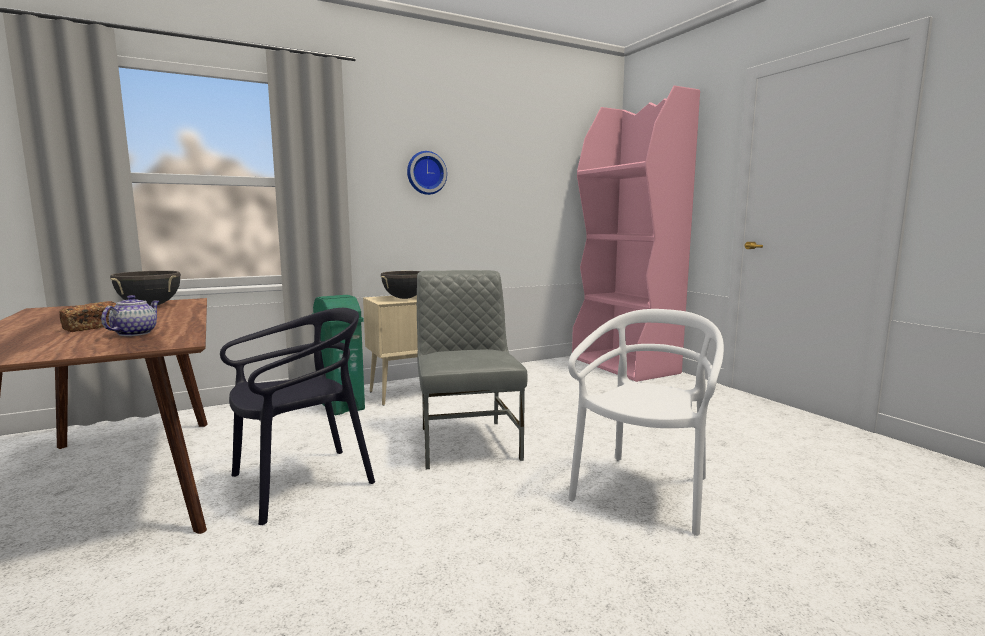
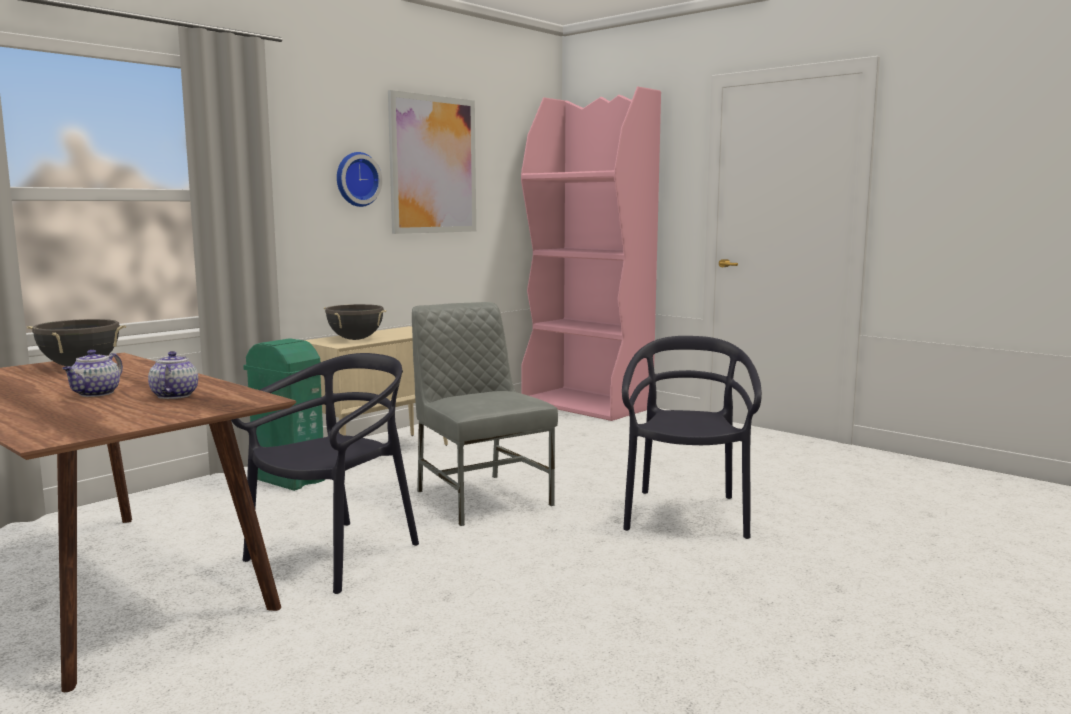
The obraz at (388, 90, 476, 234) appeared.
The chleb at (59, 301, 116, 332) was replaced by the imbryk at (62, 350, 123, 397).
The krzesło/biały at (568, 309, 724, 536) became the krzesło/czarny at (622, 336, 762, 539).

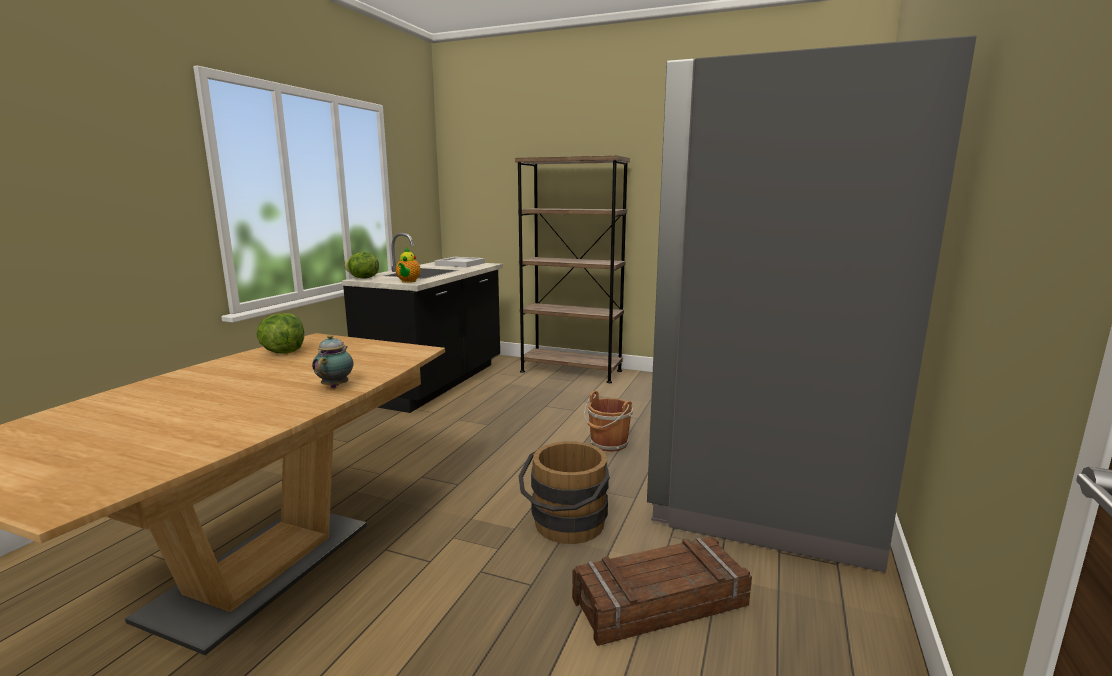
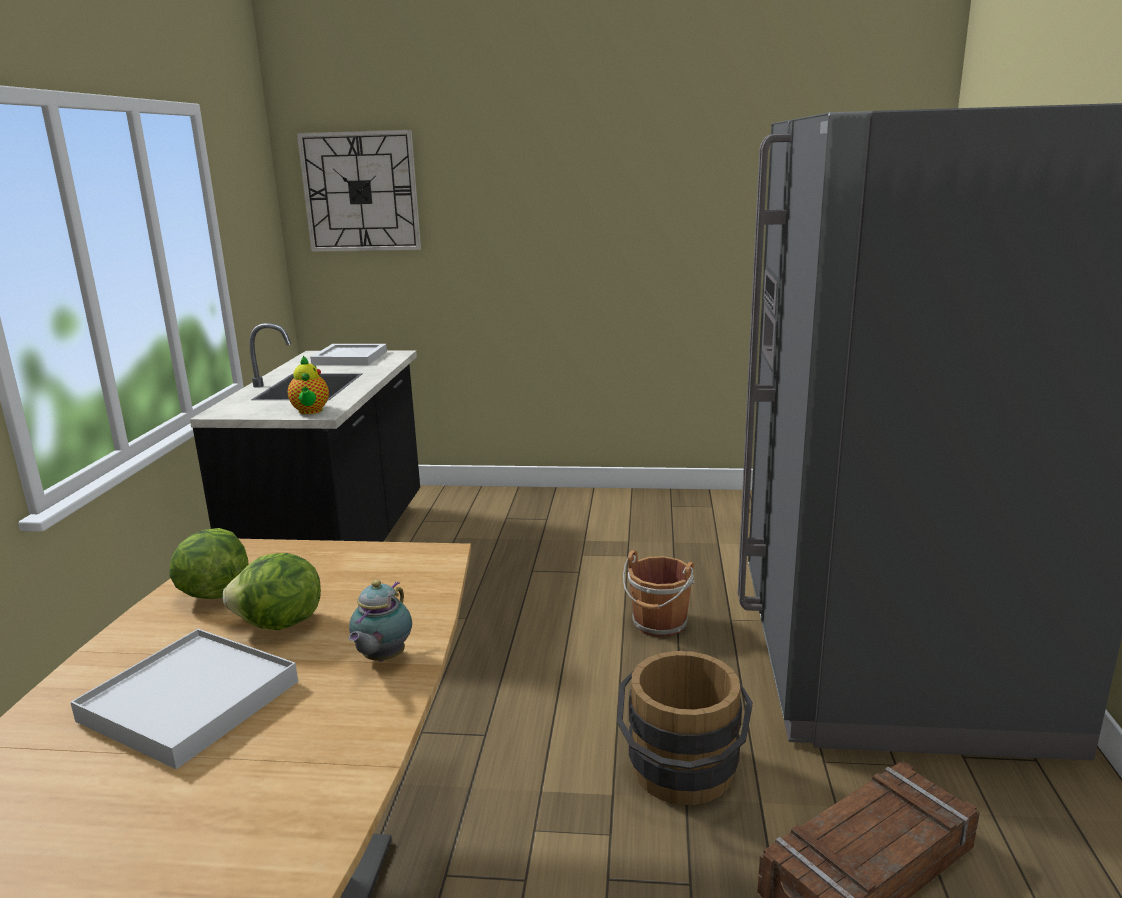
The regał/brązowy at (515, 156, 630, 383) disappeared.
The taca/biały at (70, 629, 298, 769) appeared.
The zegar ścienny at (297, 130, 421, 252) appeared.
The sałata moved from (344, 252, 379, 279) to (223, 553, 321, 630).
The imbryk at (312, 335, 354, 388) turned 150 degrees counterclockwise.

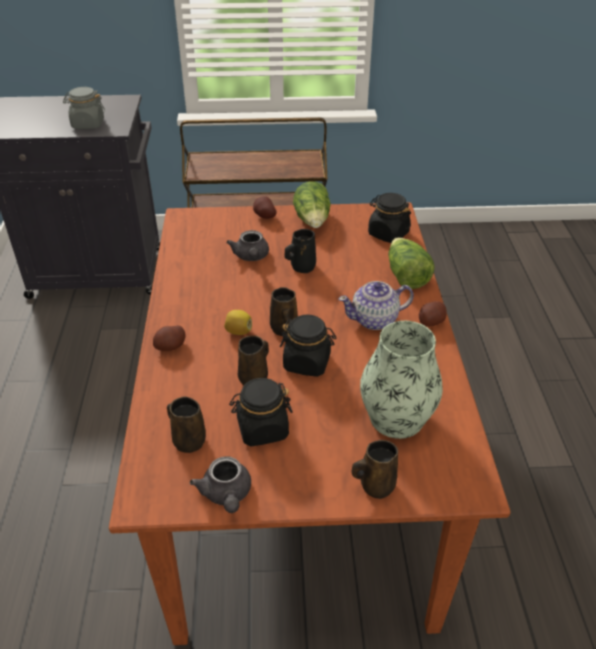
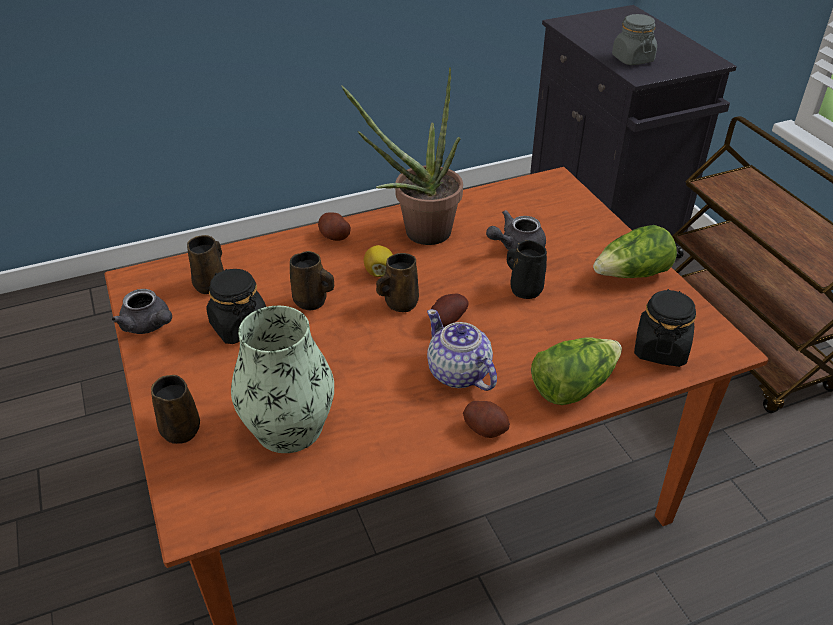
The słoik/czarny at (280, 315, 336, 377) disappeared.
The roślina doniczkowa at (341, 67, 463, 245) appeared.
The ziemniak moved from (253, 196, 277, 219) to (431, 294, 469, 327).
The imbryk/szary at (190, 456, 251, 513) turned 105 degrees counterclockwise.

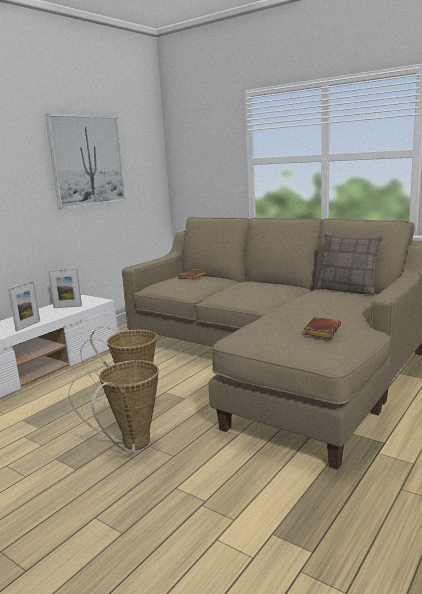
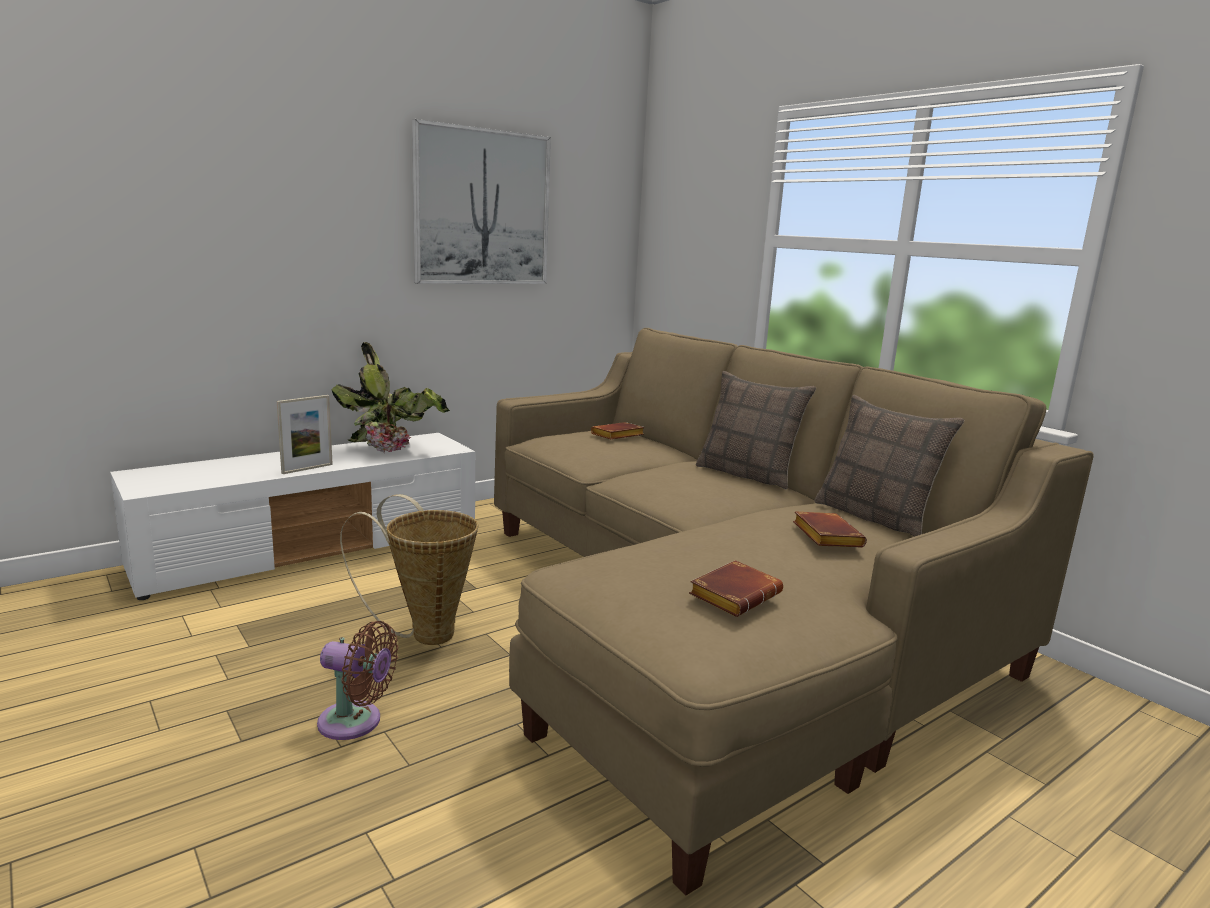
The poduszka at (696, 371, 816, 490) appeared.
The książka/brązowy at (793, 511, 867, 548) appeared.
The ramka na zdjęcie at (48, 268, 82, 308) was replaced by the roślina doniczkowa at (331, 342, 450, 453).
The koszyk at (68, 360, 159, 453) was replaced by the wentylator/brązowy at (317, 621, 398, 740).

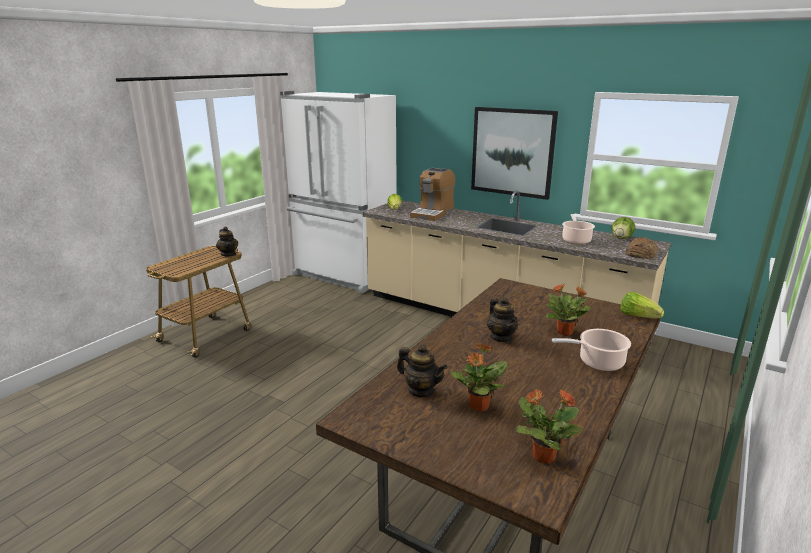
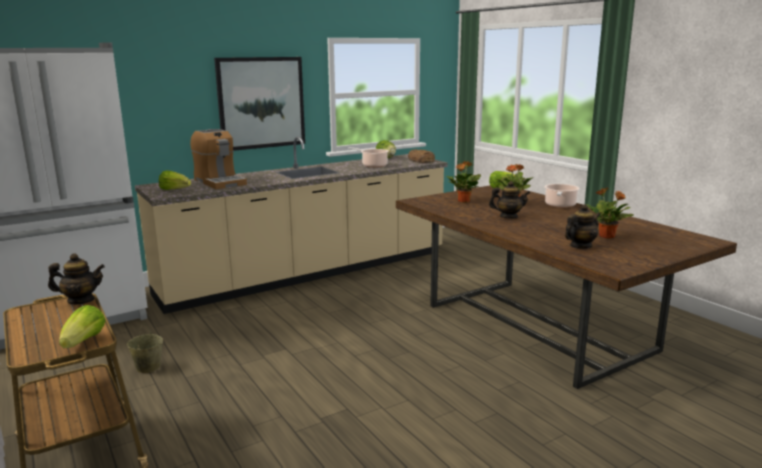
The sałata at (59, 305, 106, 348) appeared.
The wiadro/beżowy at (127, 324, 163, 373) appeared.
The roślina doniczkowa moved from (515, 389, 583, 464) to (447, 161, 481, 203).

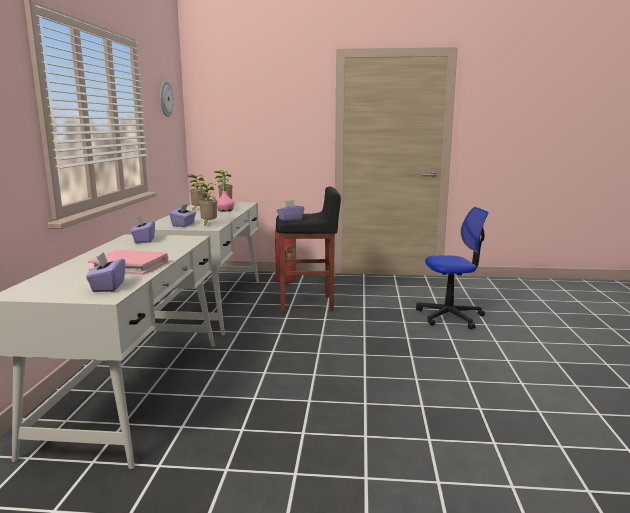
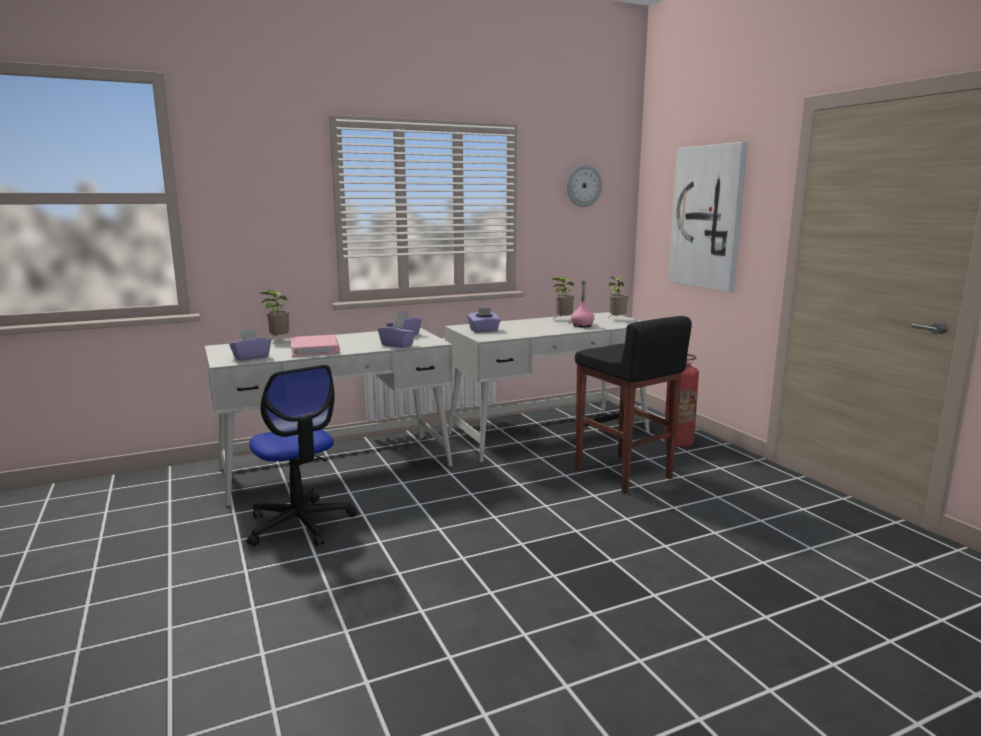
The obraz at (668, 142, 748, 292) appeared.
The roślina doniczkowa moved from (197, 183, 218, 226) to (260, 290, 289, 338).
The pudełko chusteczek/fioletowy moved from (277, 200, 304, 221) to (378, 319, 416, 348).
The krzesło biurowe moved from (416, 207, 489, 329) to (247, 365, 357, 546).

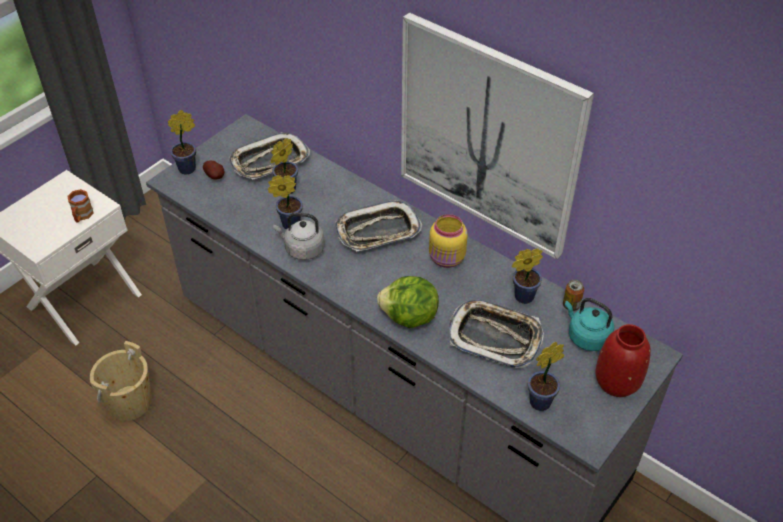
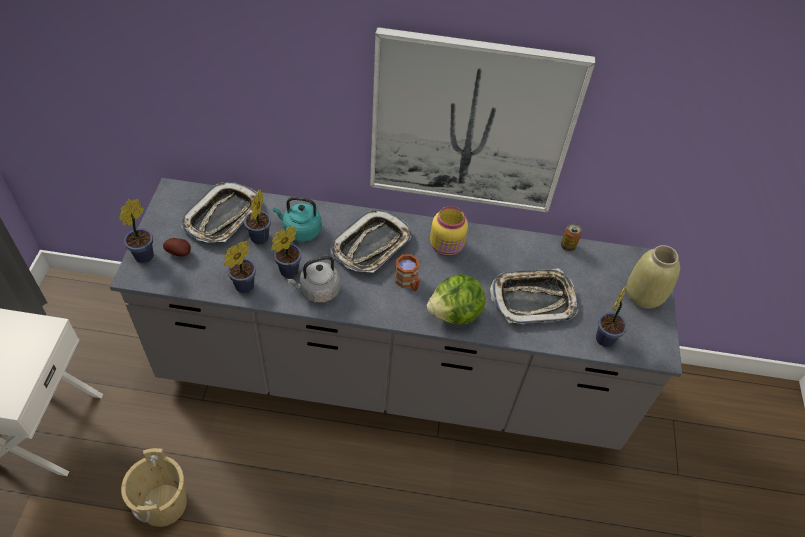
The kubek/brązowy moved from (67, 189, 94, 223) to (395, 254, 419, 291).
The roślina doniczkowa moved from (512, 248, 543, 304) to (224, 241, 256, 293).
The czajnik/turkusowy moved from (565, 298, 614, 351) to (273, 197, 321, 242).
The wazon/czerwony at (596, 324, 651, 397) became the wazon/beżowy at (627, 245, 680, 309).

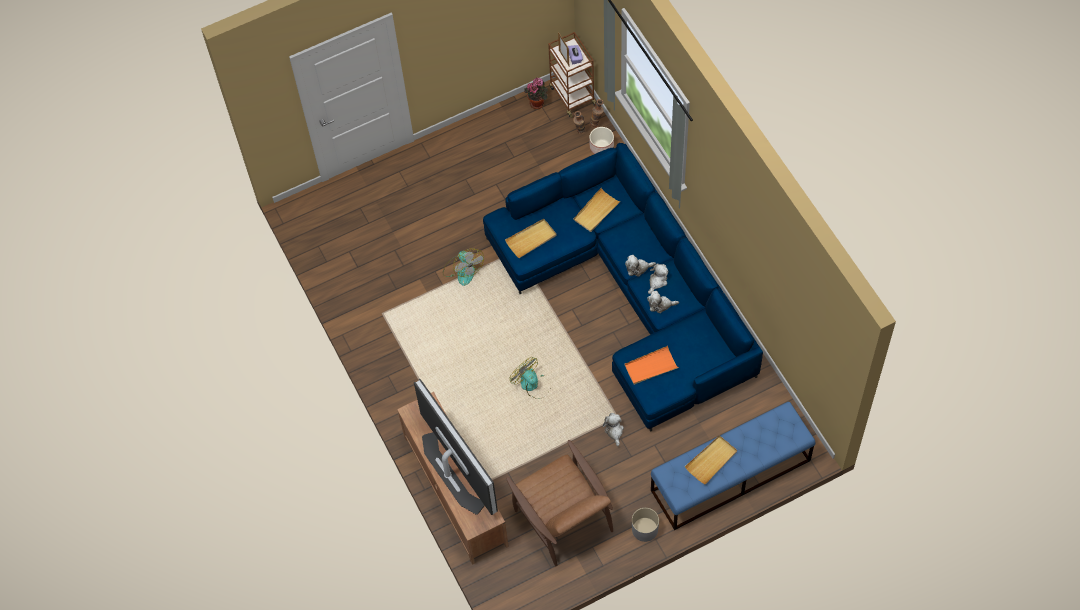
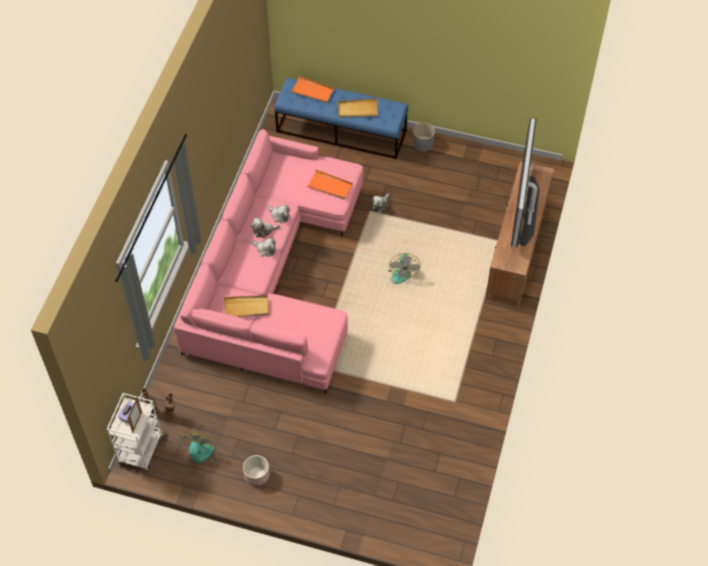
The taca/beżowy at (505, 219, 557, 258) disappeared.
The fotel/brązowy at (506, 440, 613, 566) disappeared.
The roślina doniczkowa at (524, 77, 548, 109) disappeared.
The taca/pomarańczowy at (290, 76, 334, 103) appeared.
The wentylator moved from (443, 248, 484, 286) to (180, 431, 218, 475).
The donica moved from (589, 127, 614, 154) to (243, 455, 270, 486).
The kanapa/niebieski at (483, 143, 763, 432) became the kanapa/różowy at (174, 129, 363, 394).
The wózek/brązowy at (548, 32, 597, 118) became the wózek/biały at (107, 393, 165, 472).

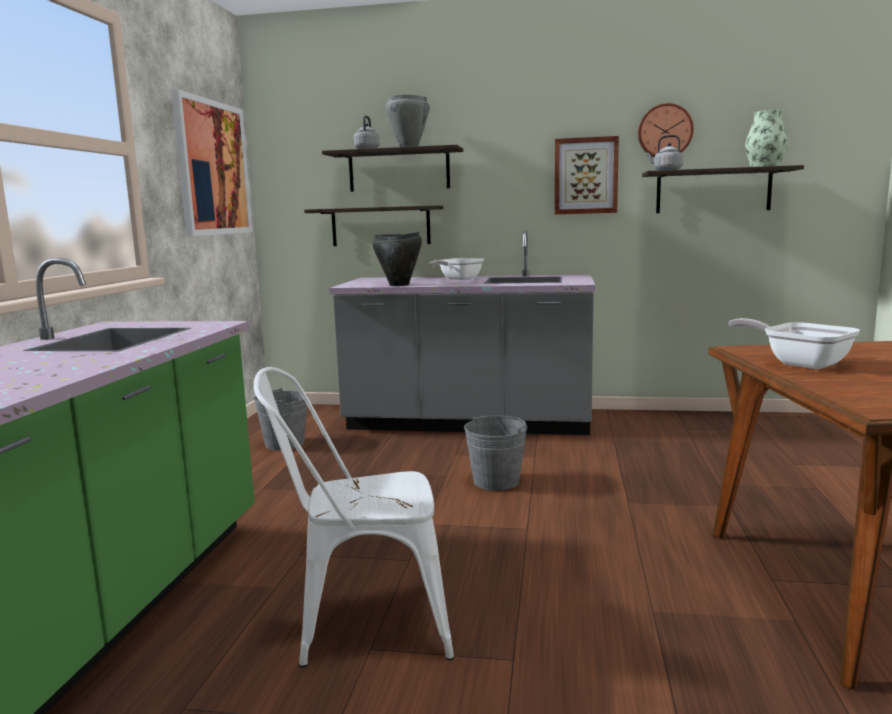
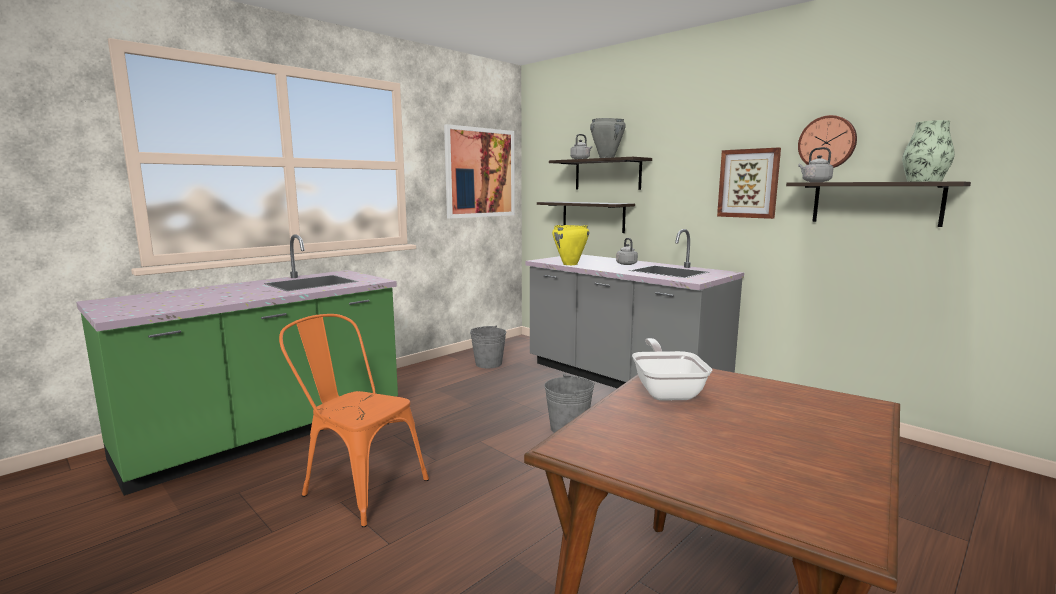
The patelnia at (429, 258, 484, 280) was replaced by the czajnik/szary at (616, 238, 638, 265).
The krzesło/biały at (254, 367, 454, 667) became the krzesło/pomarańczowy at (279, 314, 429, 527).
The garnek/czarny at (372, 232, 422, 286) became the garnek/żółty at (552, 225, 589, 265).

